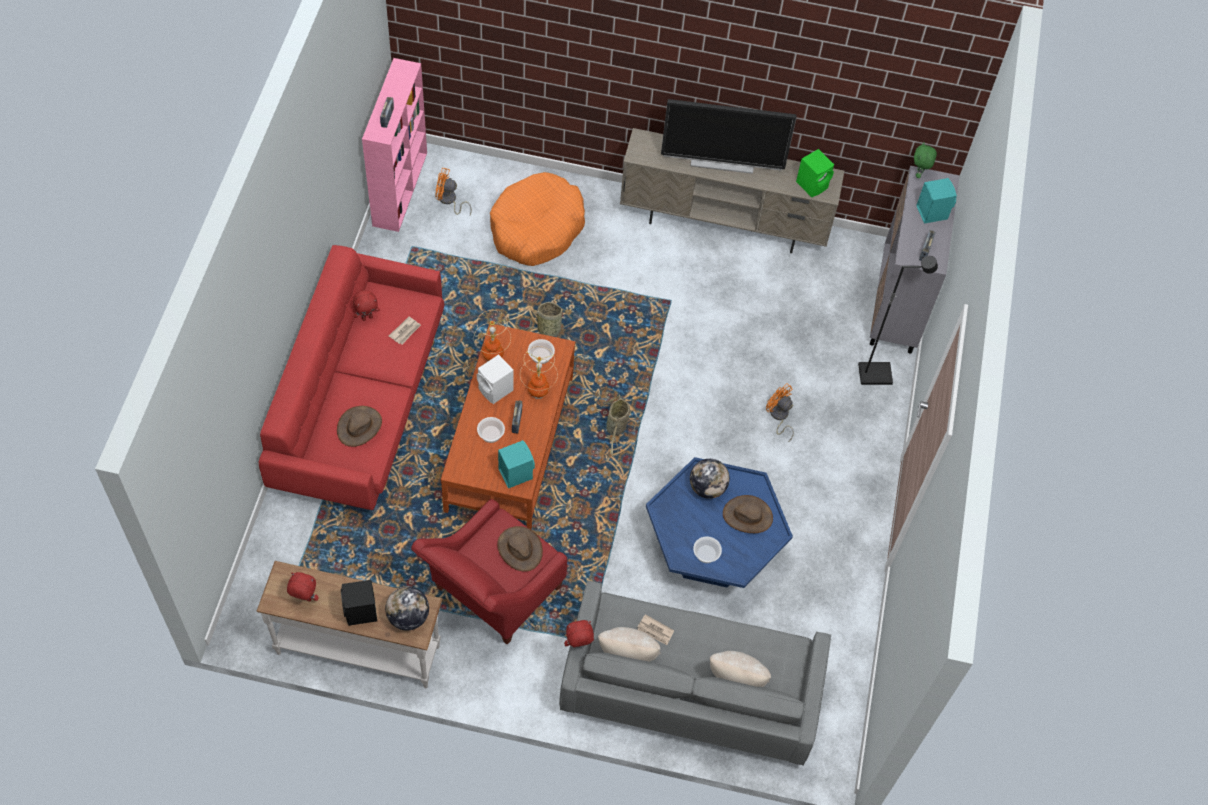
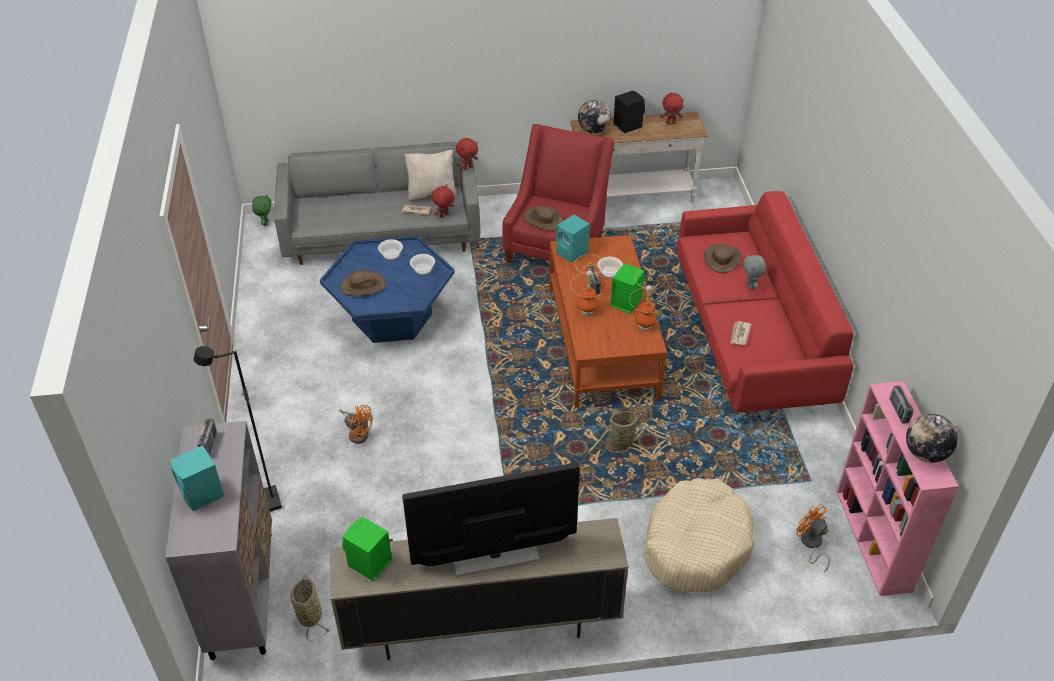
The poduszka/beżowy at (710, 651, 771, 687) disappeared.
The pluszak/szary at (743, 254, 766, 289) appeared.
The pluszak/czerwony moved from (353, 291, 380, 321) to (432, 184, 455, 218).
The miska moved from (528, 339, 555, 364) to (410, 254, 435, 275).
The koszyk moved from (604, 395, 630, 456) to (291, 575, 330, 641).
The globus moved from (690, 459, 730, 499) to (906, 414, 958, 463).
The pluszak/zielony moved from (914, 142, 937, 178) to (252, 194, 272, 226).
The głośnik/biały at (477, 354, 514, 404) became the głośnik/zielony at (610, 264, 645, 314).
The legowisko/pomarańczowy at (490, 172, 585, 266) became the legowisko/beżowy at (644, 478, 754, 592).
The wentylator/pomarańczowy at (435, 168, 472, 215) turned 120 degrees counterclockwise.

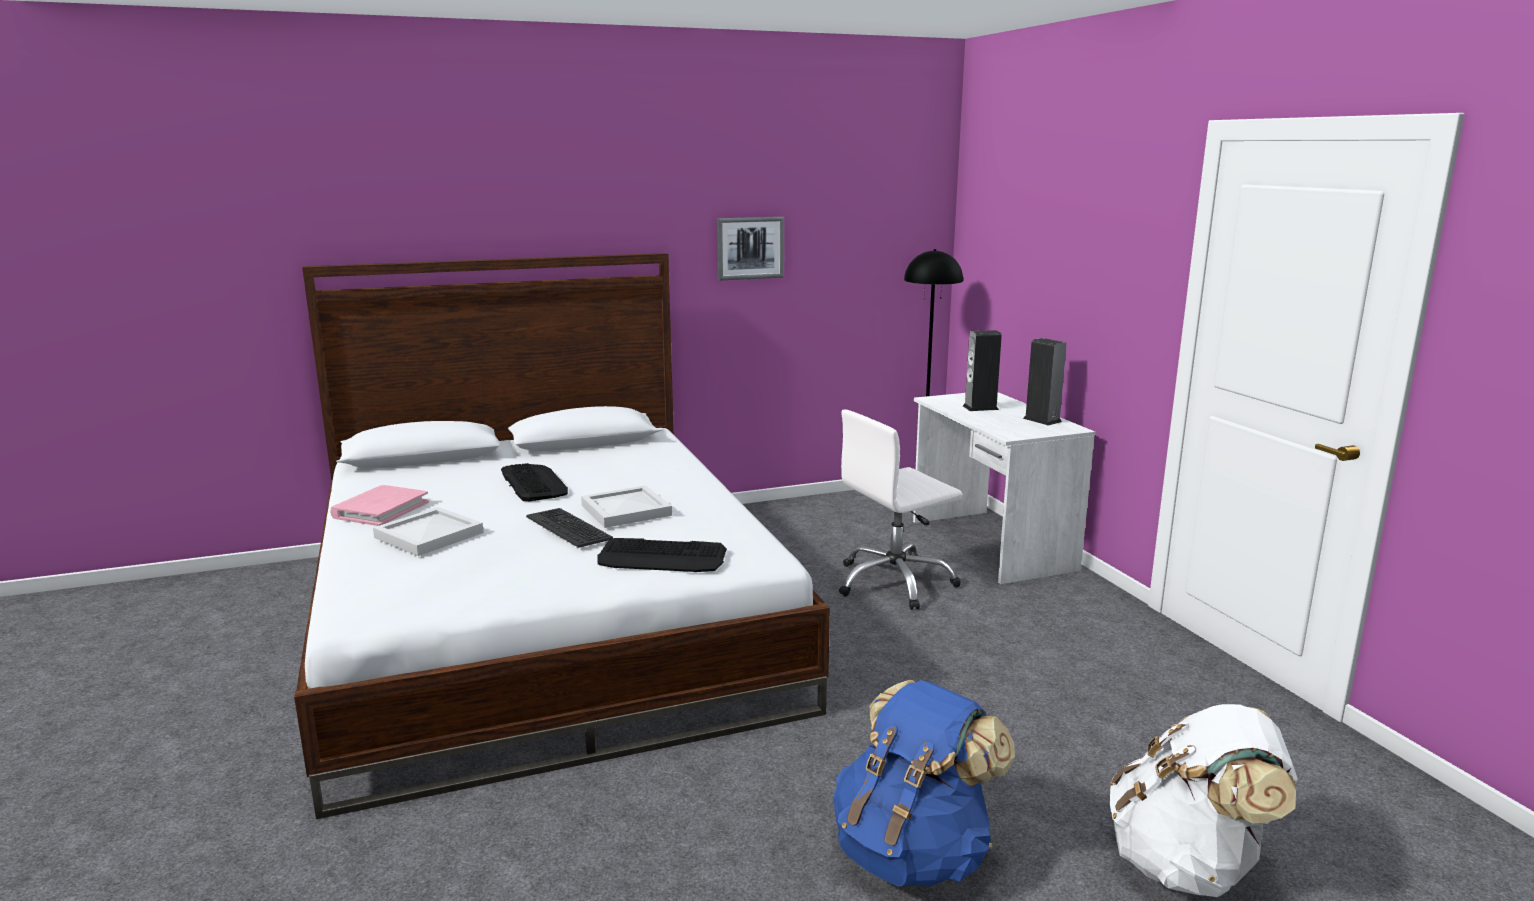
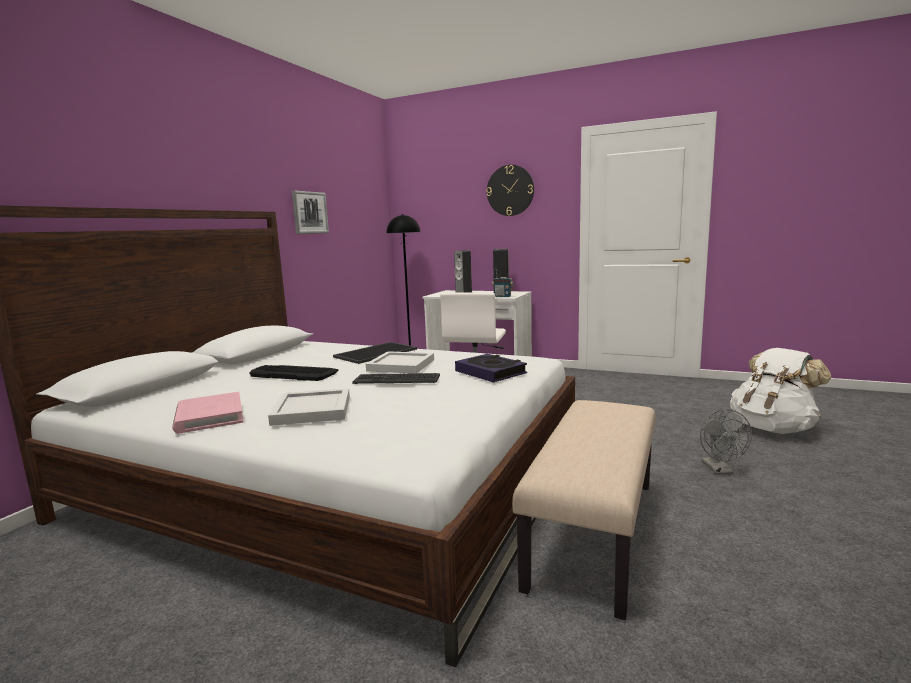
The taca at (333, 342, 417, 364) appeared.
The zegar ścienny at (486, 165, 534, 216) appeared.
The radio at (492, 268, 514, 297) appeared.
The ławka/beżowy at (512, 400, 656, 620) appeared.
The klawiatura at (598, 538, 727, 572) was replaced by the książka at (455, 354, 527, 383).
The plecak/niebieski at (833, 680, 1015, 886) was replaced by the wentylator/szary at (700, 409, 752, 475).

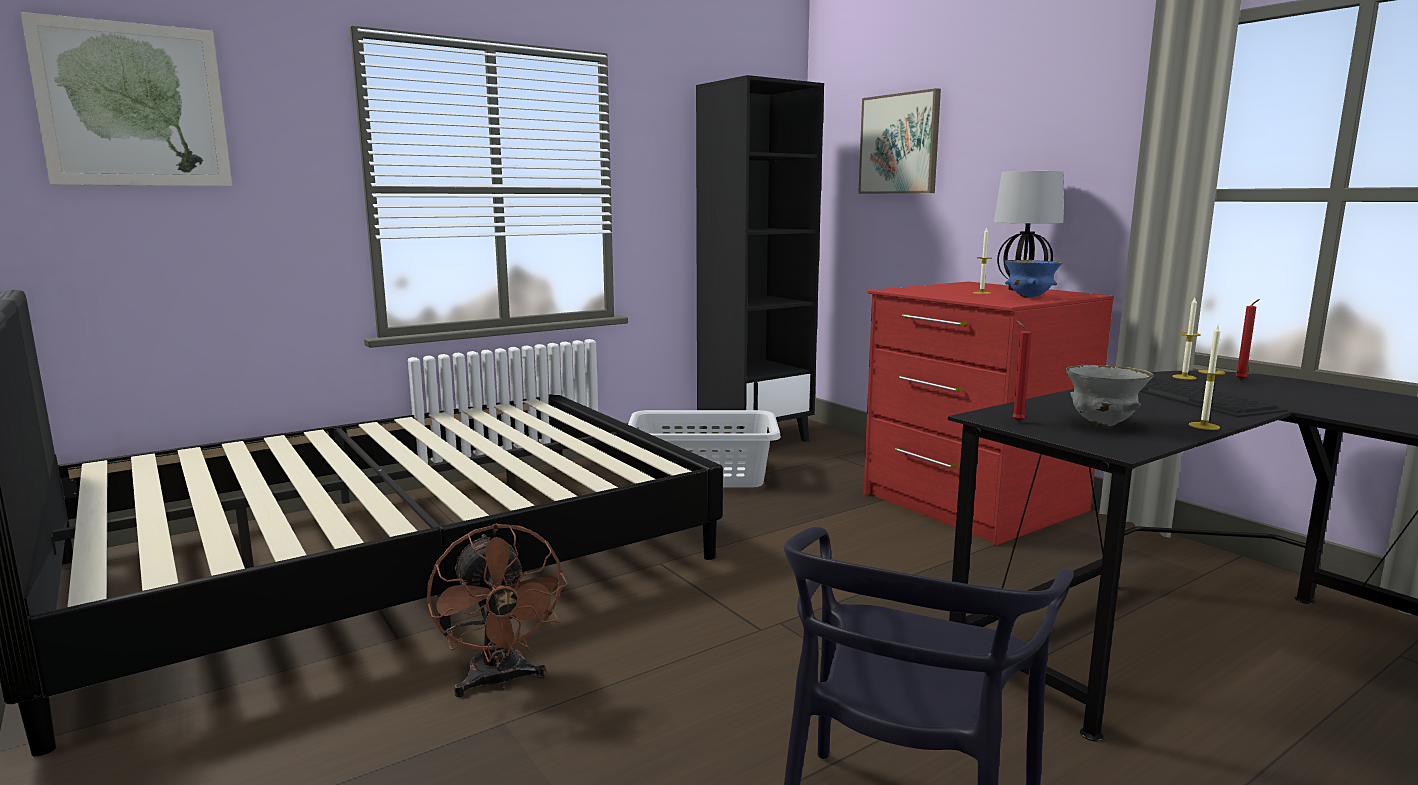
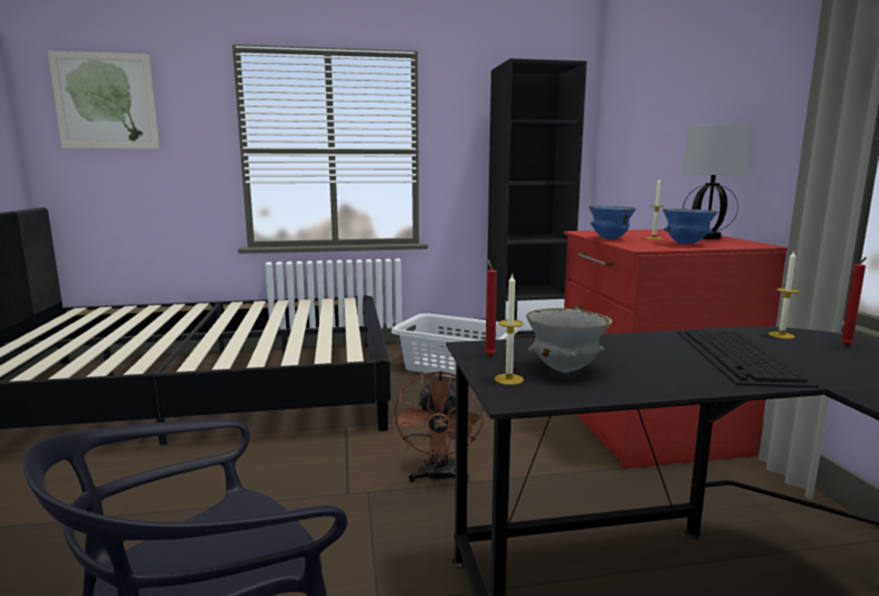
The obraz at (858, 88, 941, 194) disappeared.
The miska/niebieski at (589, 206, 636, 239) appeared.
The wentylator/brązowy moved from (427, 523, 568, 697) to (393, 371, 485, 484).
The świeca moved from (1188, 326, 1225, 430) to (495, 275, 524, 385).

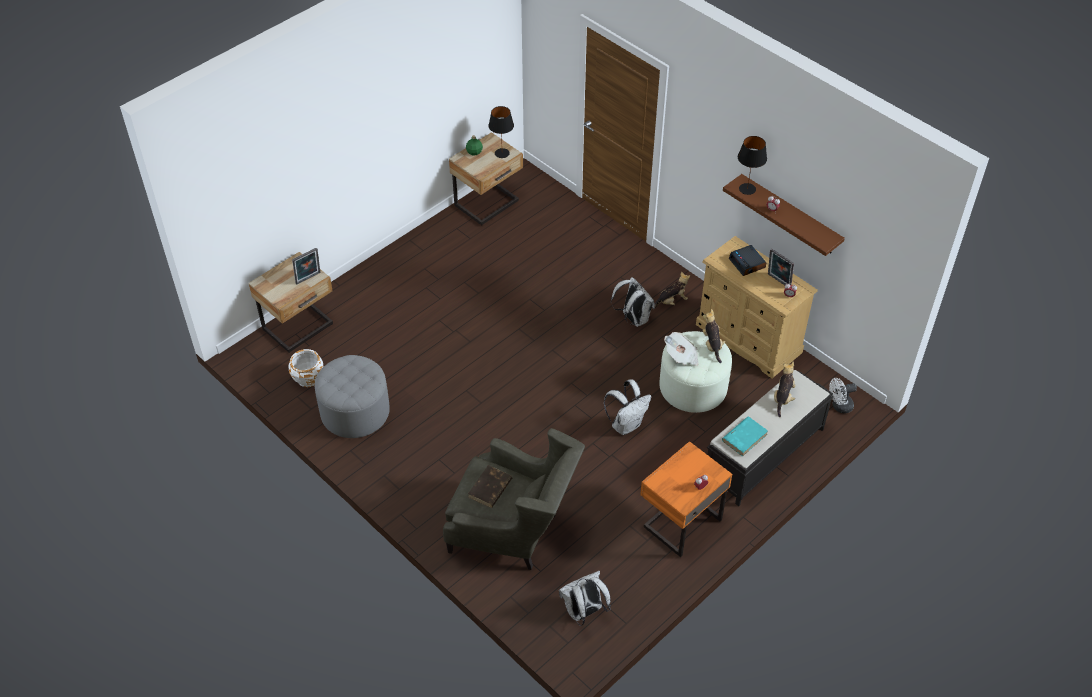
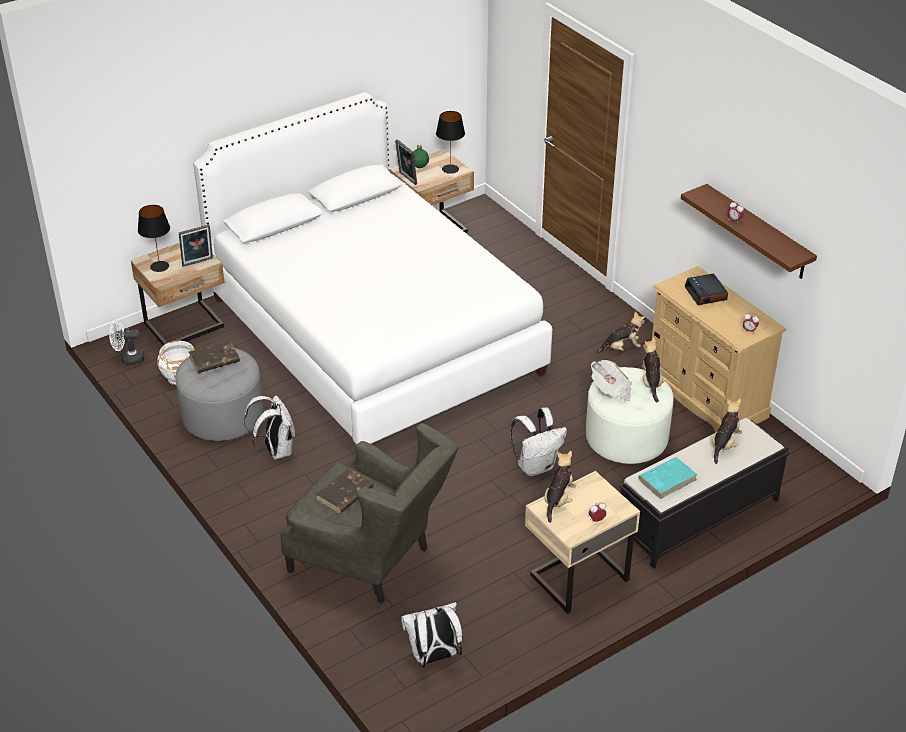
The książka/brązowy at (189, 340, 240, 373) appeared.
The łóżko/biały at (193, 92, 552, 445) appeared.
The pluszak at (544, 451, 576, 523) appeared.
The plecak/biały moved from (611, 277, 655, 327) to (244, 395, 295, 460).
The lampa stołowa/czarny moved from (738, 136, 767, 195) to (138, 205, 170, 272).
The ramka na zdjęcie moved from (768, 249, 794, 285) to (395, 139, 417, 185).
The wentylator/biały moved from (829, 378, 857, 413) to (109, 320, 145, 365).
The szafka nocna/pomarańczowy at (640, 441, 732, 557) became the szafka nocna/beżowy at (525, 471, 640, 614).

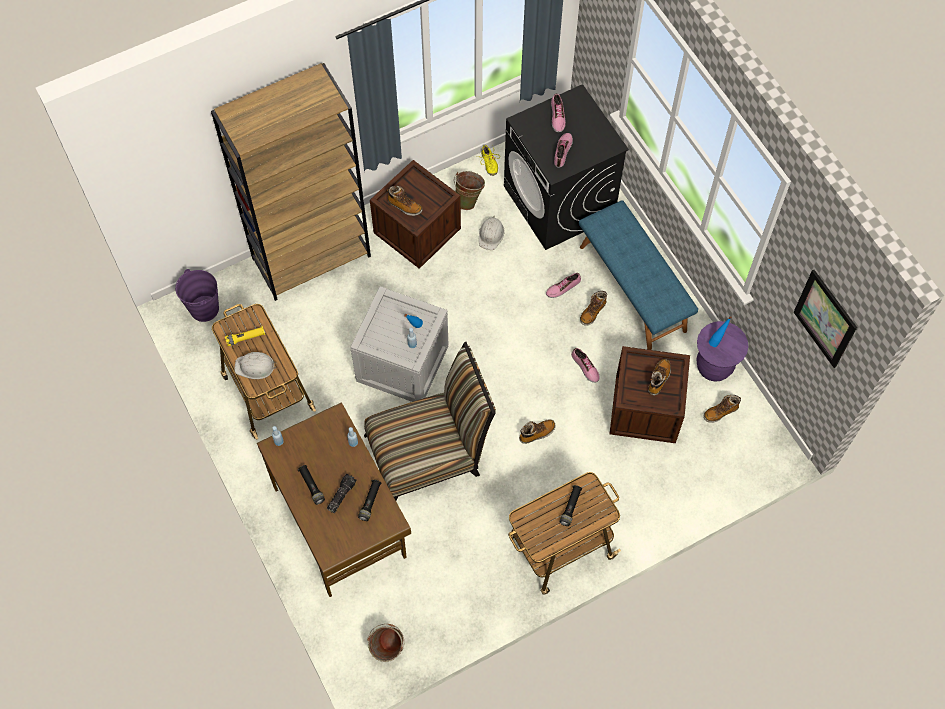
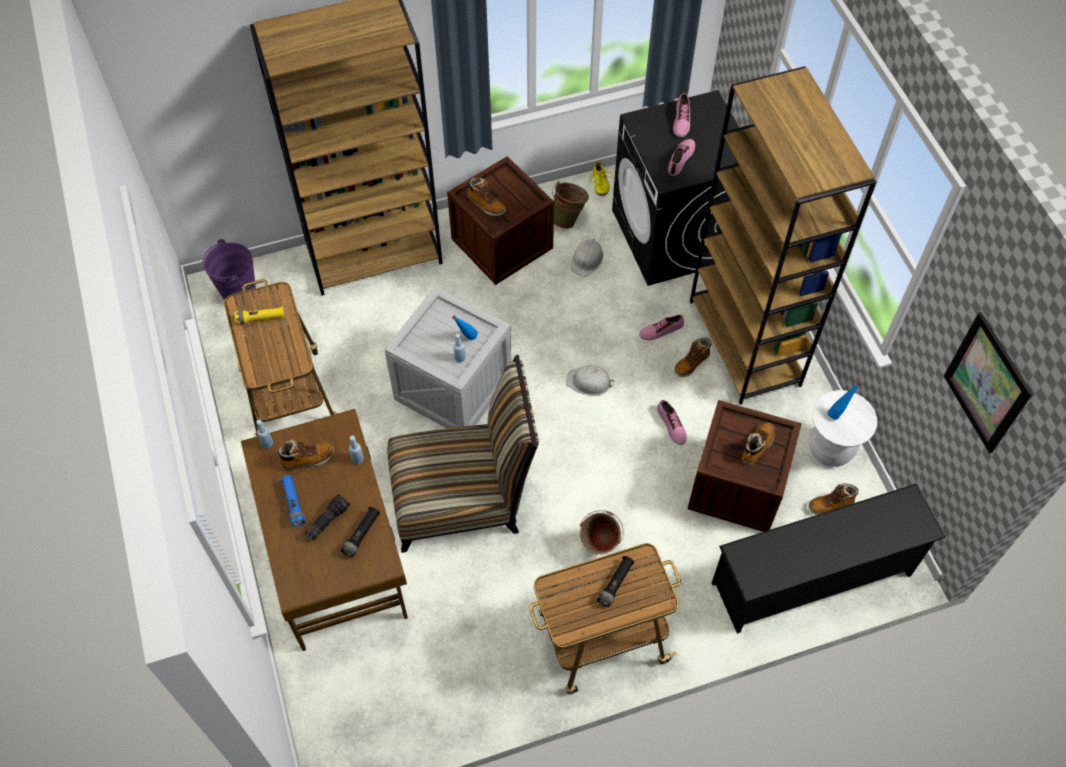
The regał na buty/czarny at (712, 484, 946, 634) appeared.
The kask/biały moved from (234, 352, 276, 379) to (566, 365, 614, 396).
The wiadro/zielony moved from (367, 624, 404, 662) to (580, 510, 624, 554).
The but z cholewką moved from (519, 419, 556, 444) to (277, 439, 334, 470).
The ławka/niebieski at (579, 200, 698, 350) was replaced by the regał/brązowy at (690, 66, 876, 405).
The latarka/czarny at (298, 465, 325, 505) became the latarka/niebieski at (280, 475, 305, 527).
The stołek/fioletowy at (696, 321, 748, 382) became the stołek/biały at (809, 390, 877, 467).

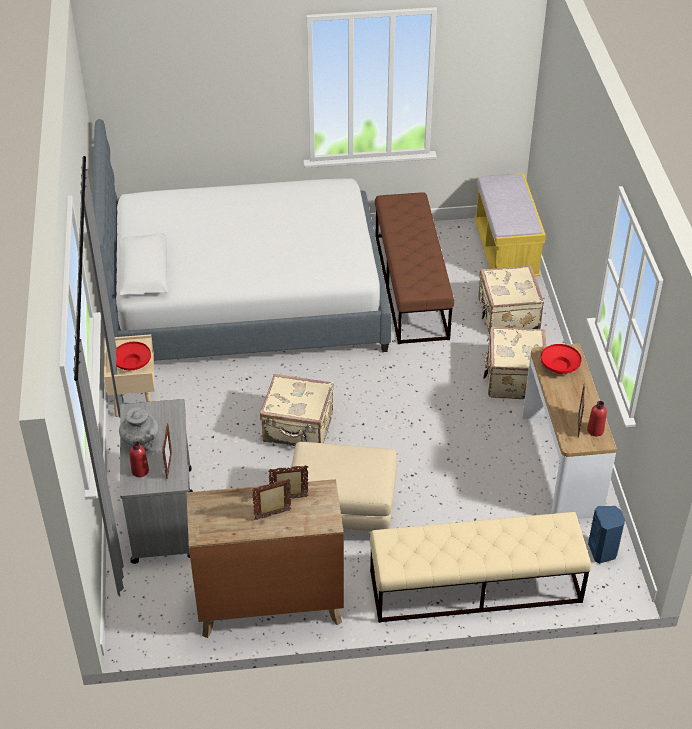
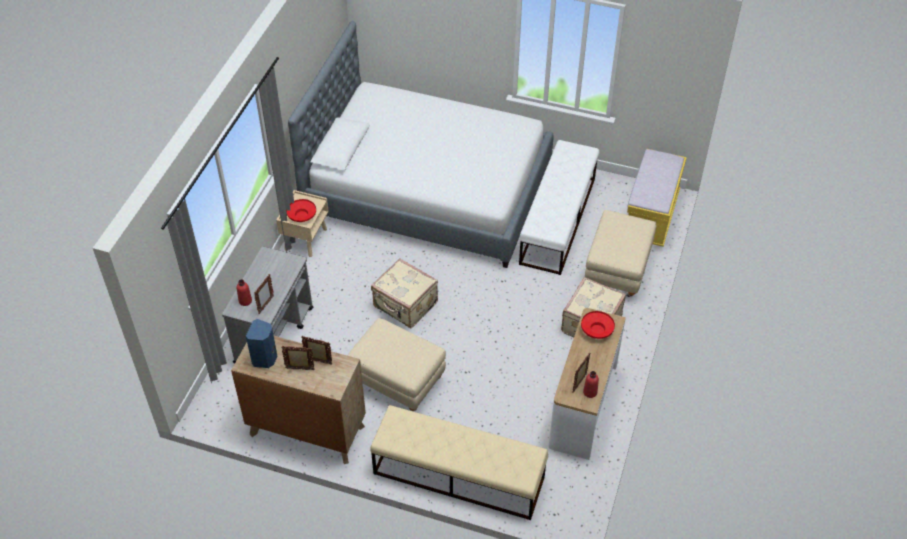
The wazon/szary at (119, 407, 159, 451) disappeared.
The głośnik/niebieski moved from (588, 506, 625, 563) to (246, 319, 278, 368).
The walizka/beżowy at (478, 266, 544, 332) was replaced by the pufa/beżowy at (585, 210, 657, 297).
The ławka/brązowy at (375, 192, 454, 344) became the ławka/biały at (519, 140, 600, 275).

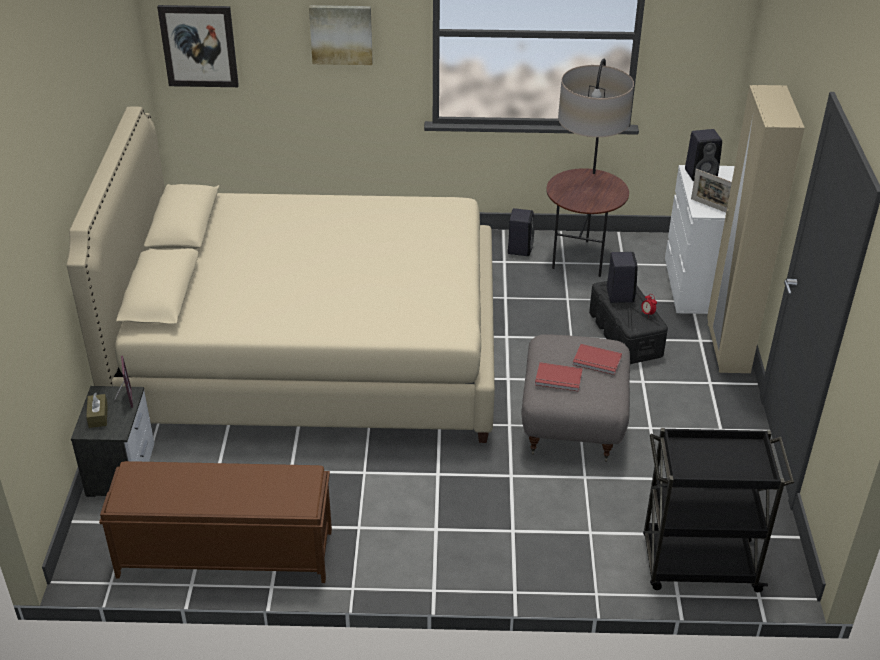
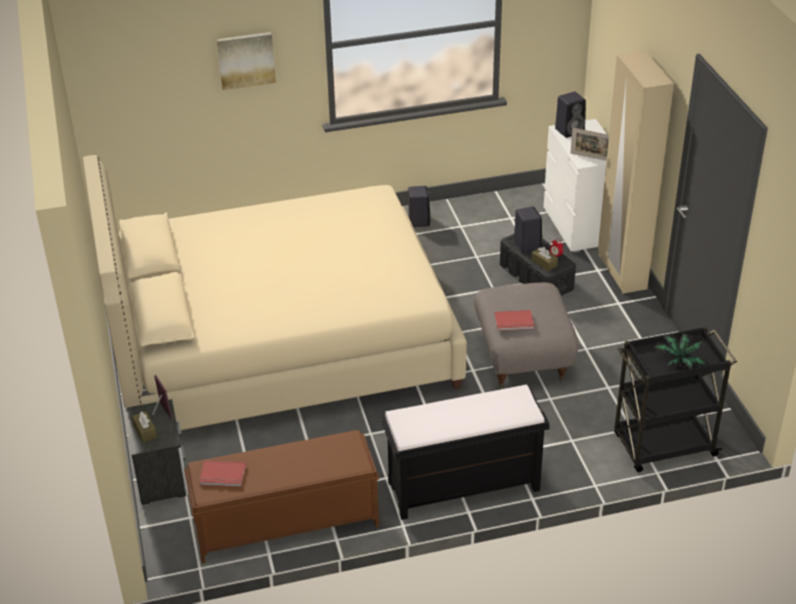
The obraz at (157, 5, 239, 87) disappeared.
The lampa stojąca at (546, 59, 634, 277) disappeared.
The ławka/czarny at (380, 385, 550, 520) appeared.
The pudełko chusteczek/brązowy at (531, 247, 558, 271) appeared.
The roślina doniczkowa at (653, 333, 709, 370) appeared.
The książka/czerwony moved from (573, 344, 622, 375) to (199, 461, 246, 487).

